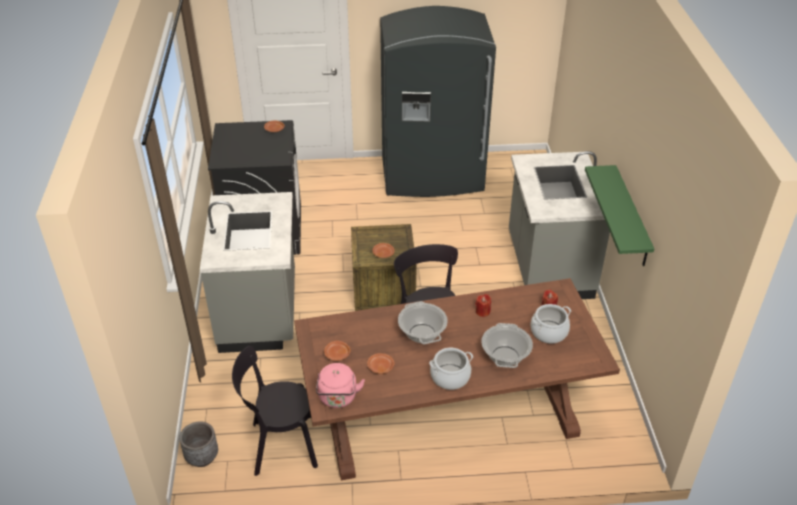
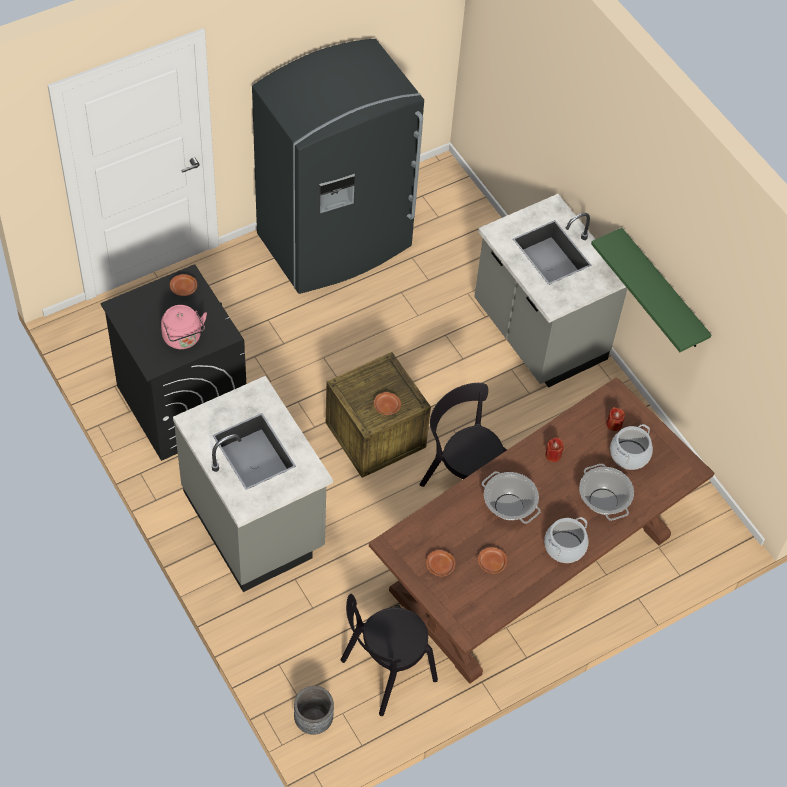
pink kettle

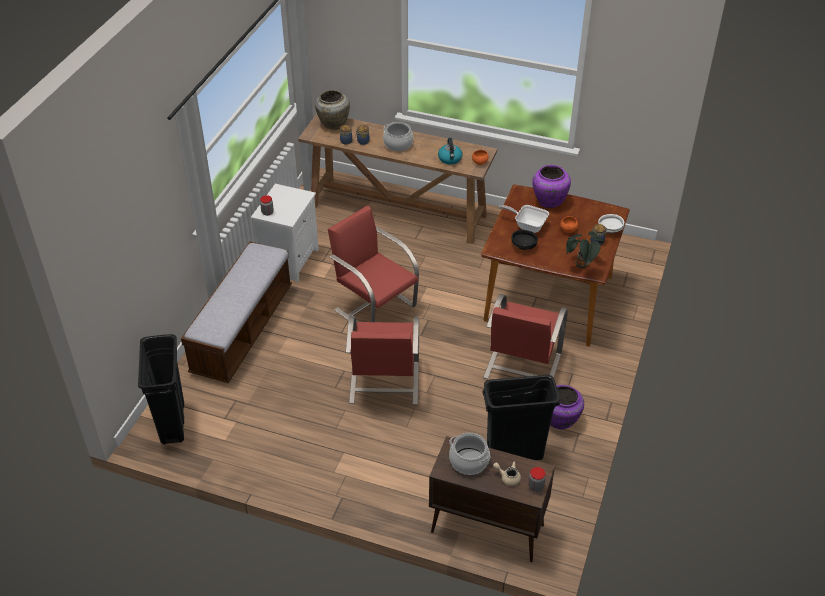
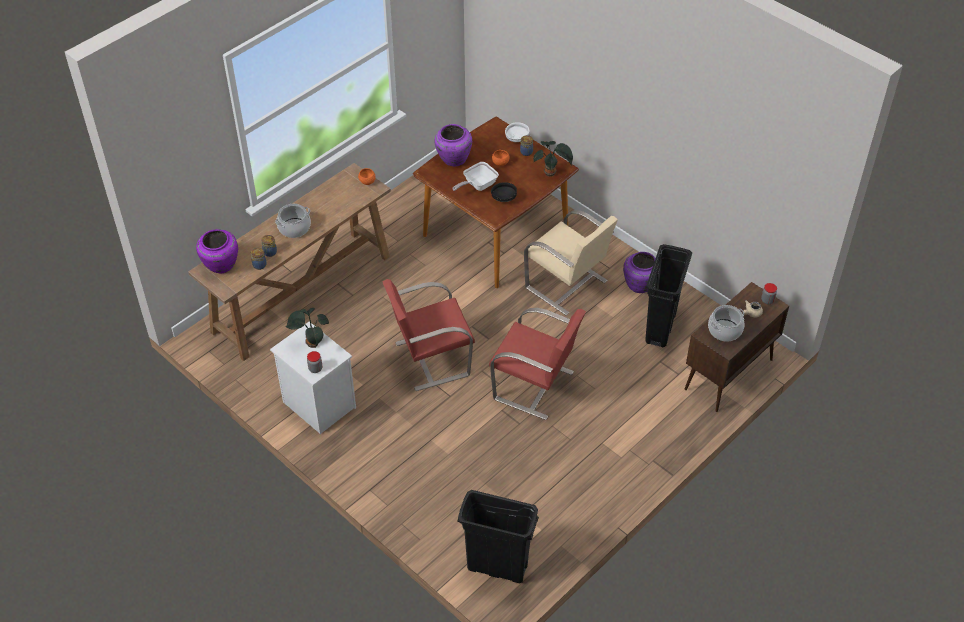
purple vase (no. 1 from left)
kettle
bench
beige chair
potted plant (no. 1 from left)

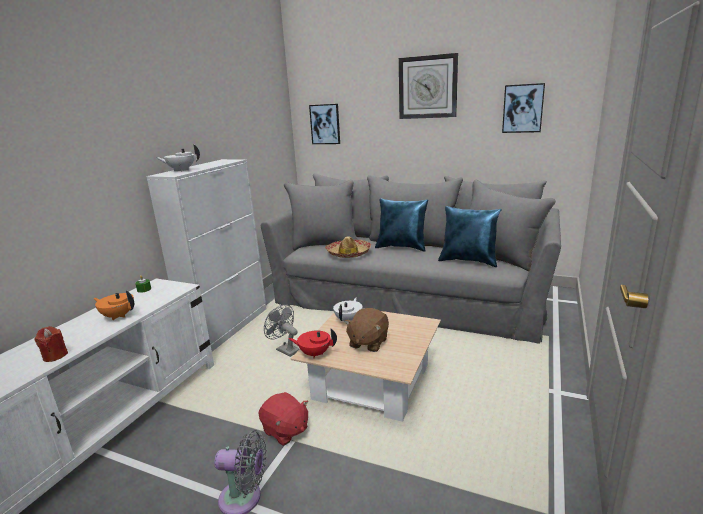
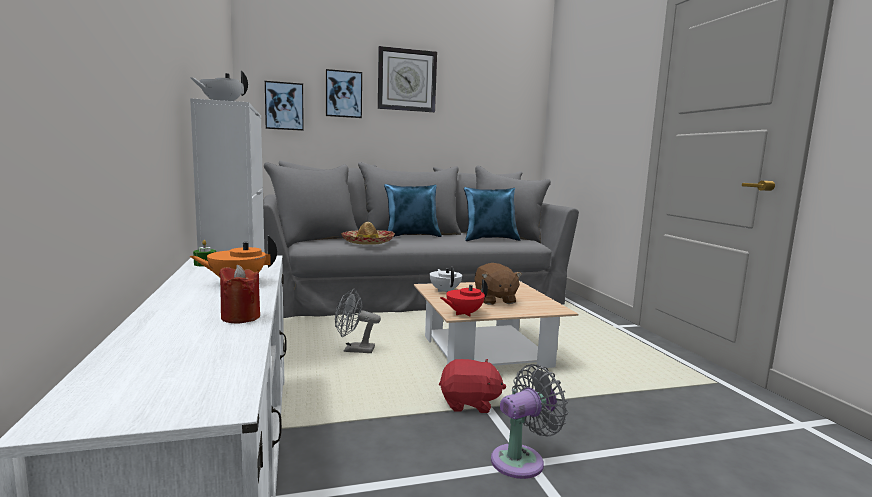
picture (no. 2 from left)

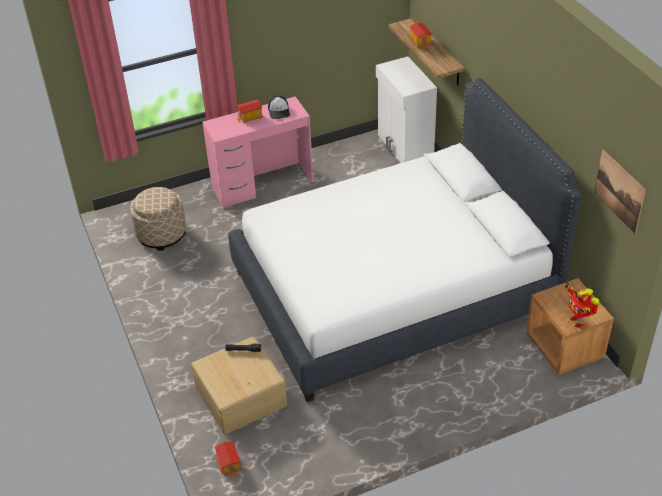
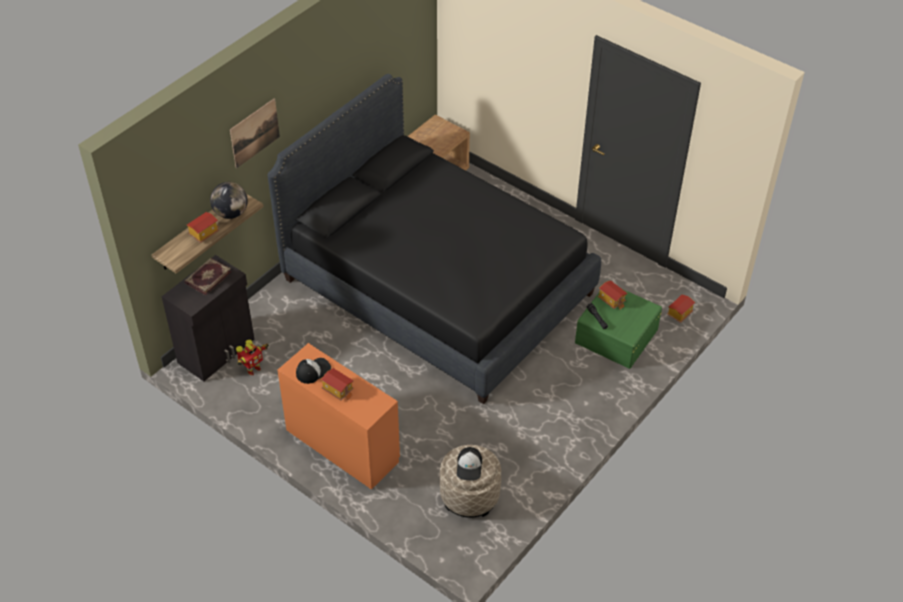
black cabinet
black bed
orange desk
picture
toy robot
green storage box
globe
book
toy house (no. 3 from left)
cap (no. 2 from left)

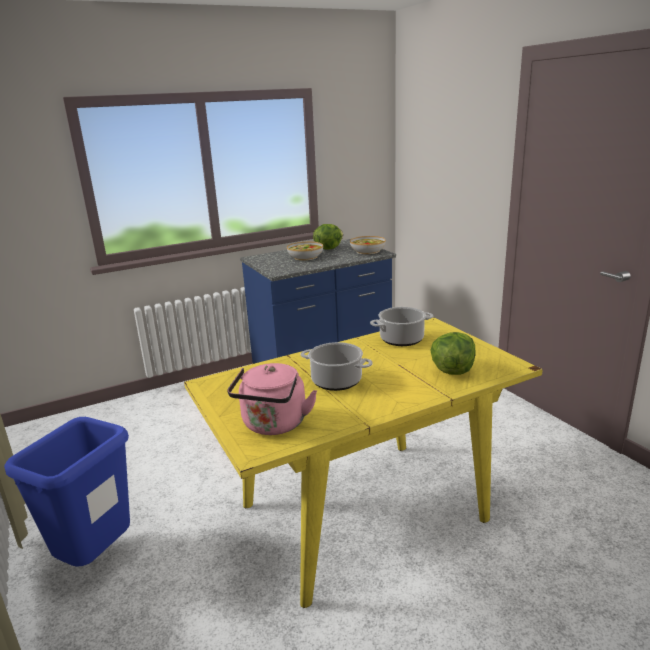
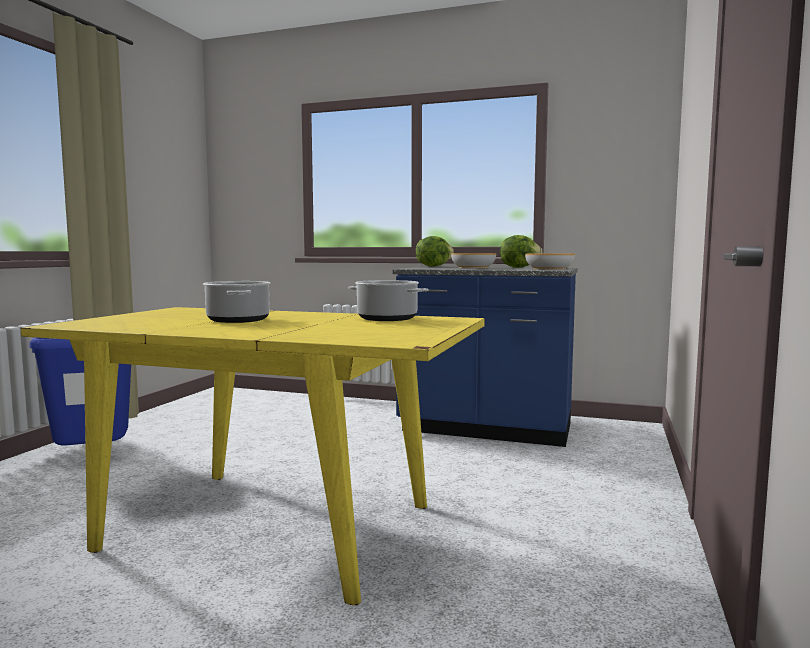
lettuce (no. 1 from left)
pink kettle

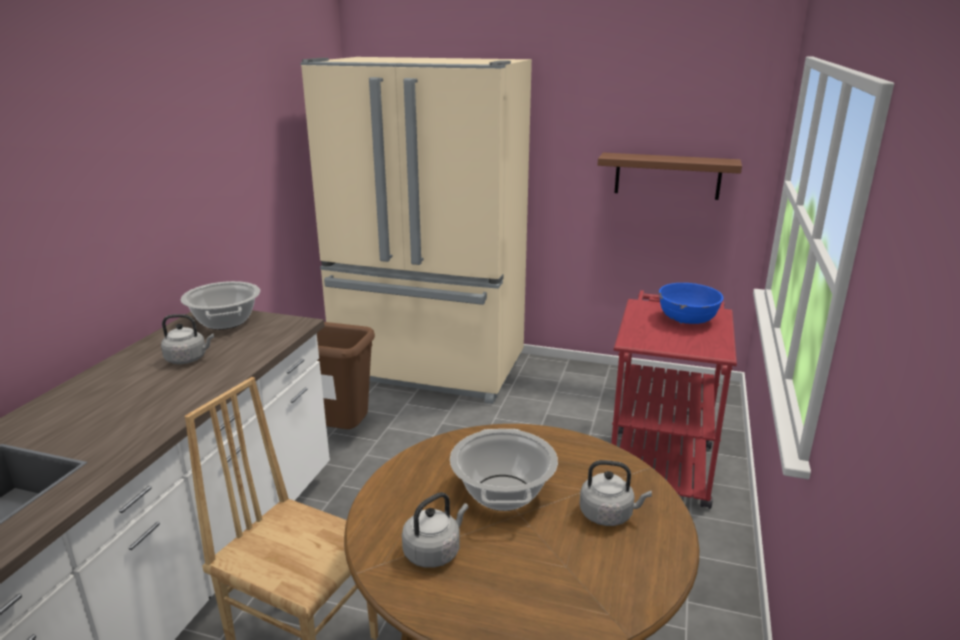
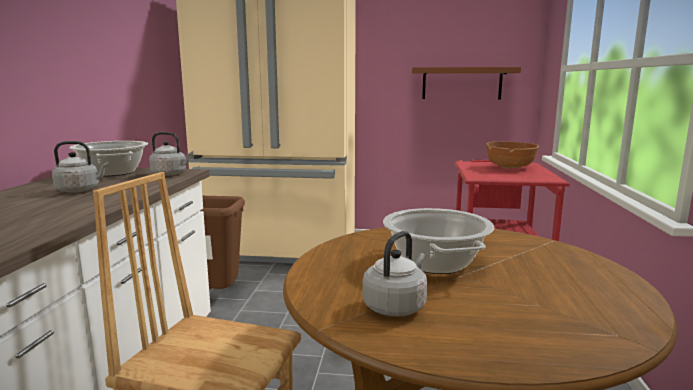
brown bowl
grey kettle (no. 2 from left)

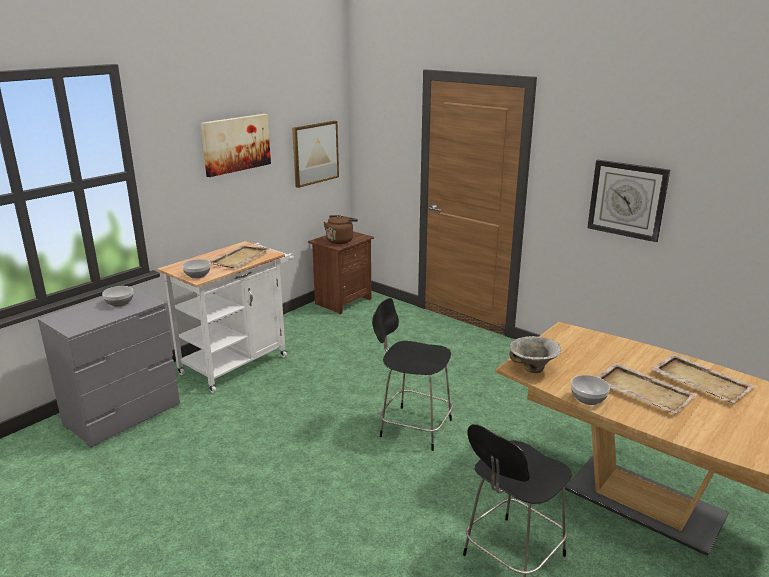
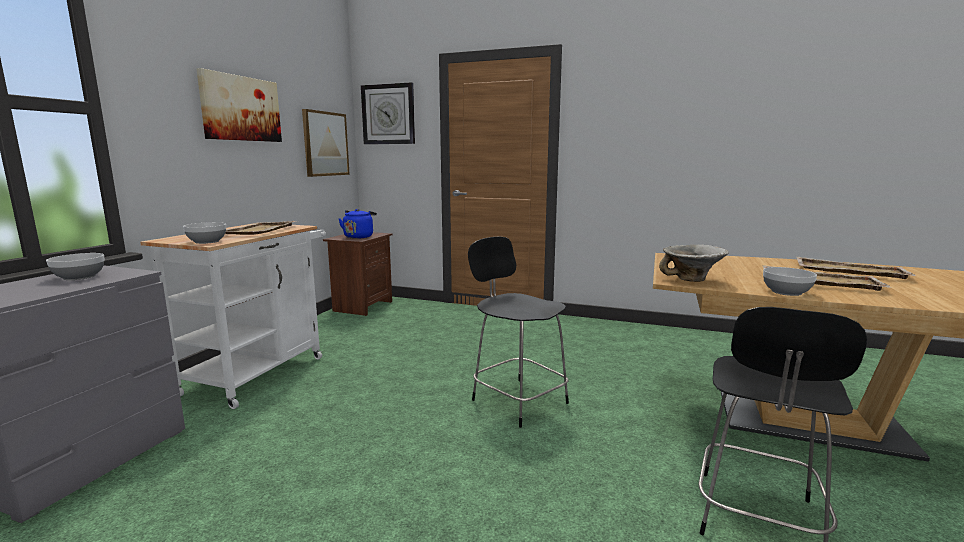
wall clock
blue kettle
black chair (no. 1 from left)

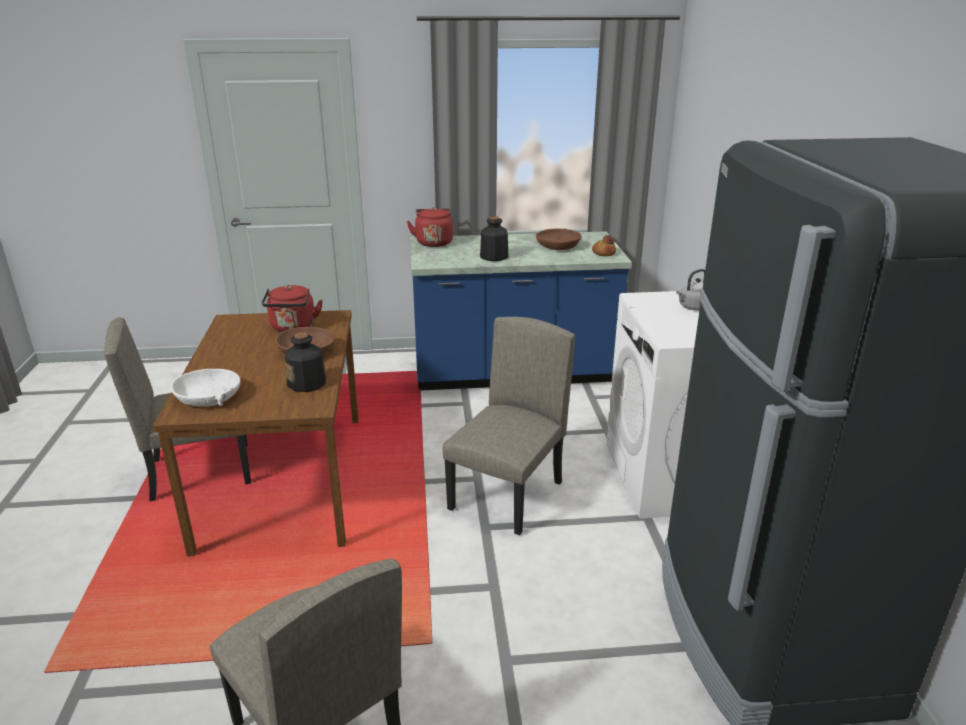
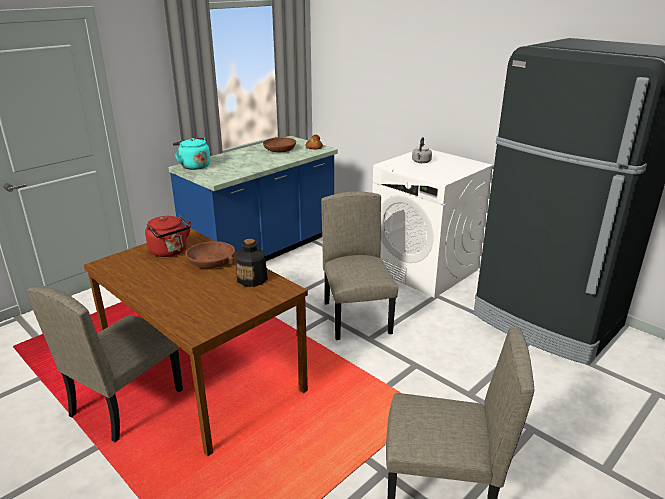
turquoise kettle
bottle (no. 2 from left in the first image)
white bowl

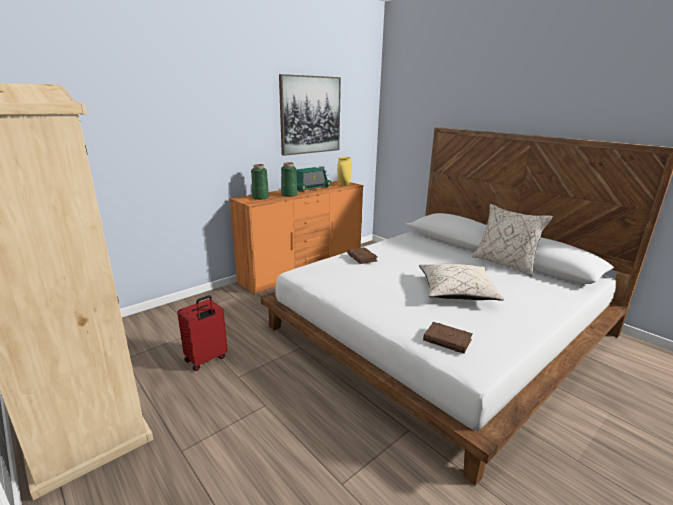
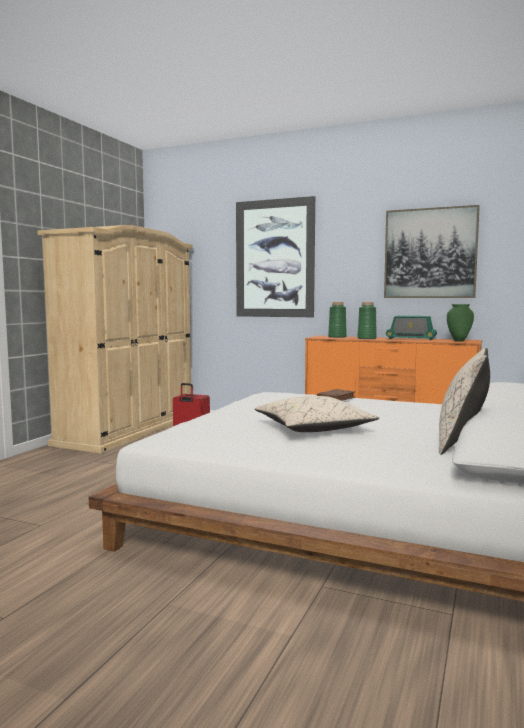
green vase (no. 3 from left)
brown book (no. 2 from left in the first image)
picture (no. 1 from left)

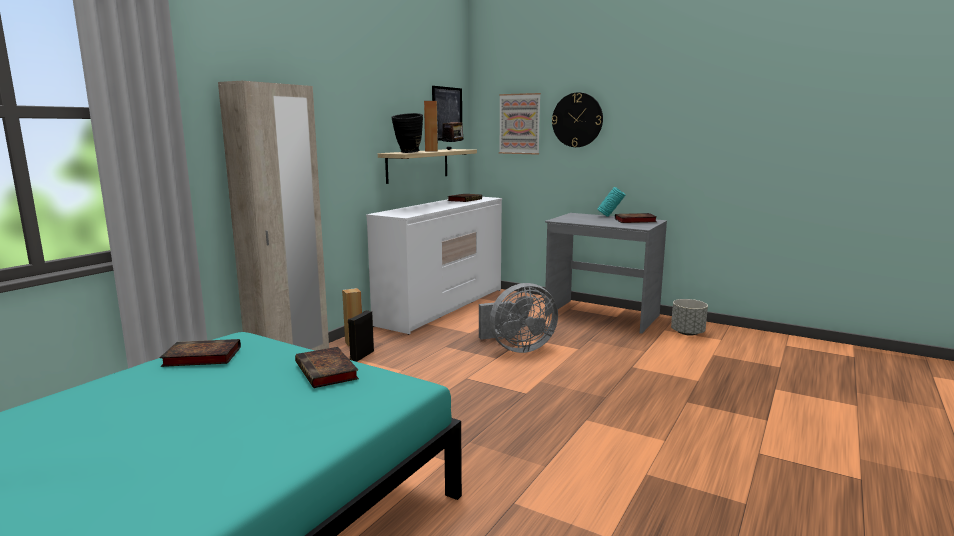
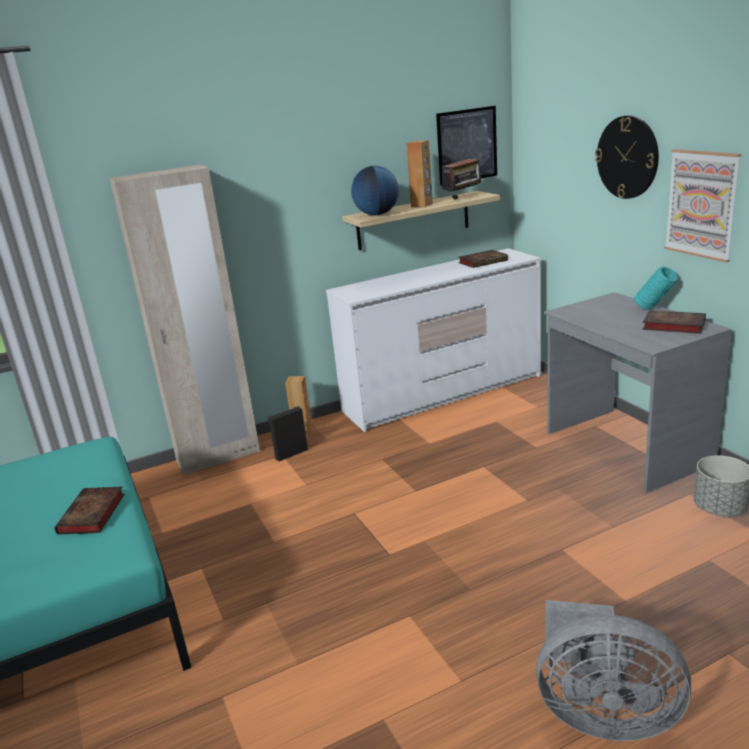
picture (no. 2 from left)
globe
grey fan
book (no. 1 from left in the first image)

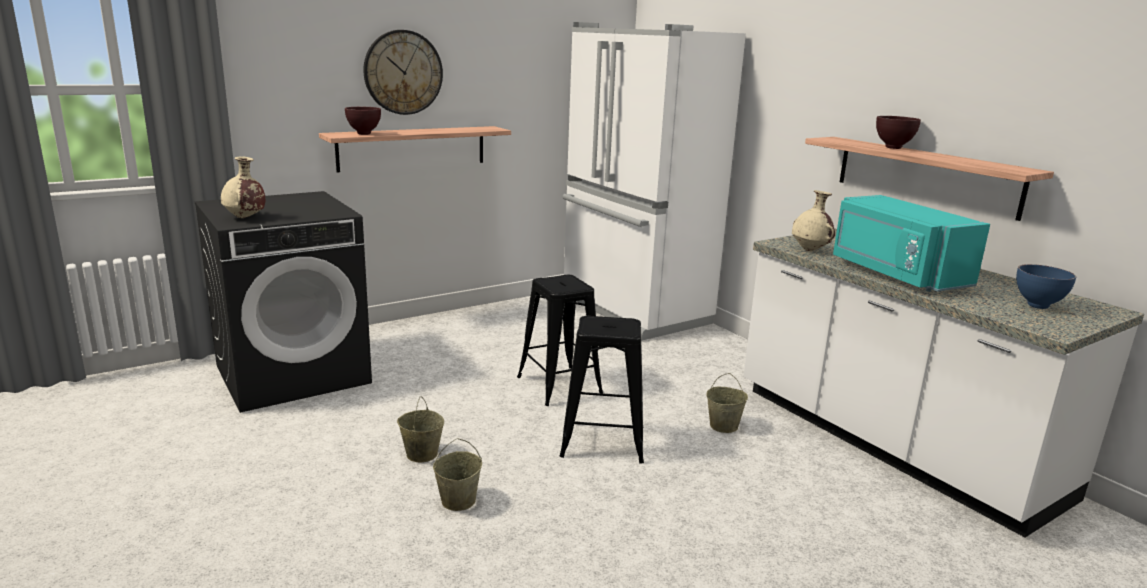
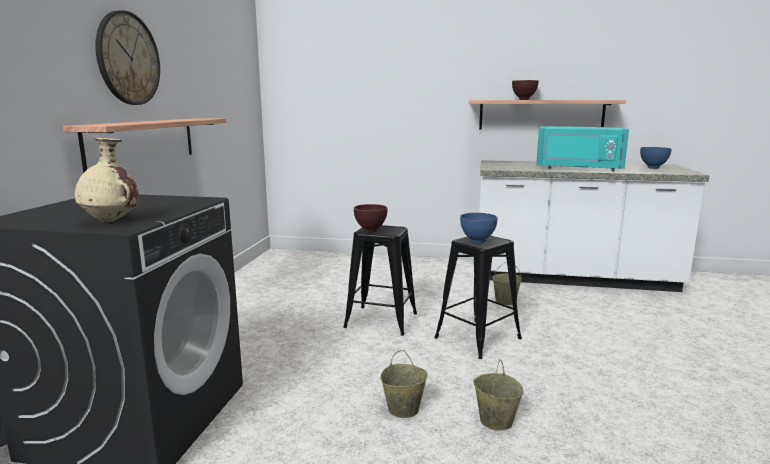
white fridge
brown bowl (no. 1 from left)
beige vase (no. 2 from left in the first image)
blue bowl (no. 1 from left)

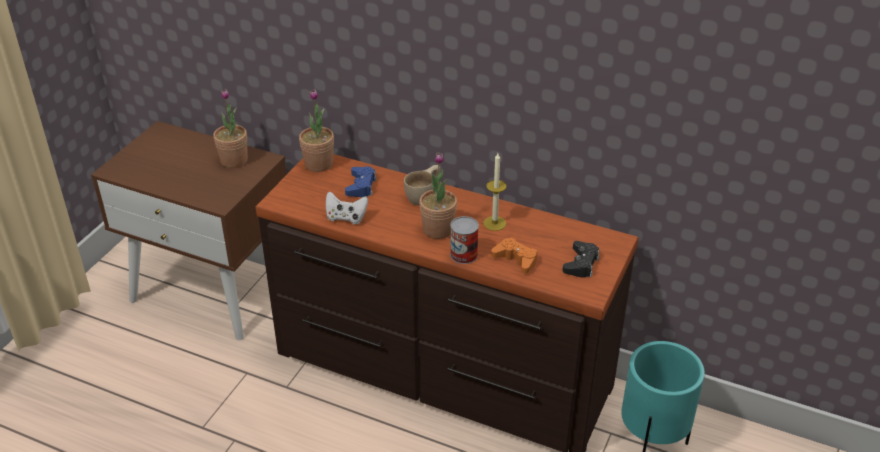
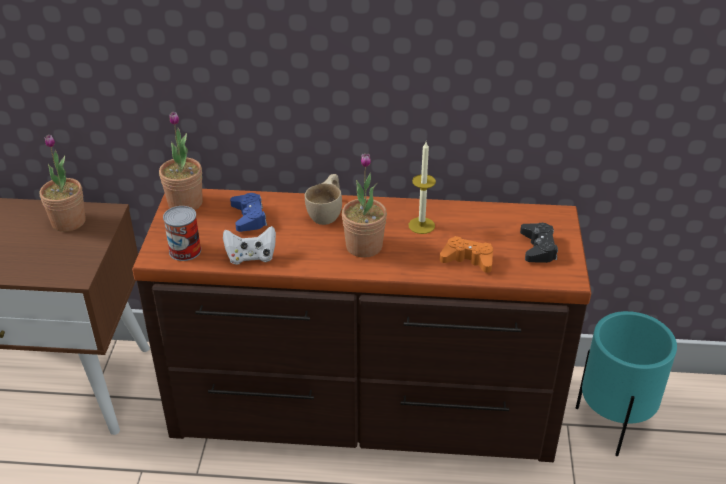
can

